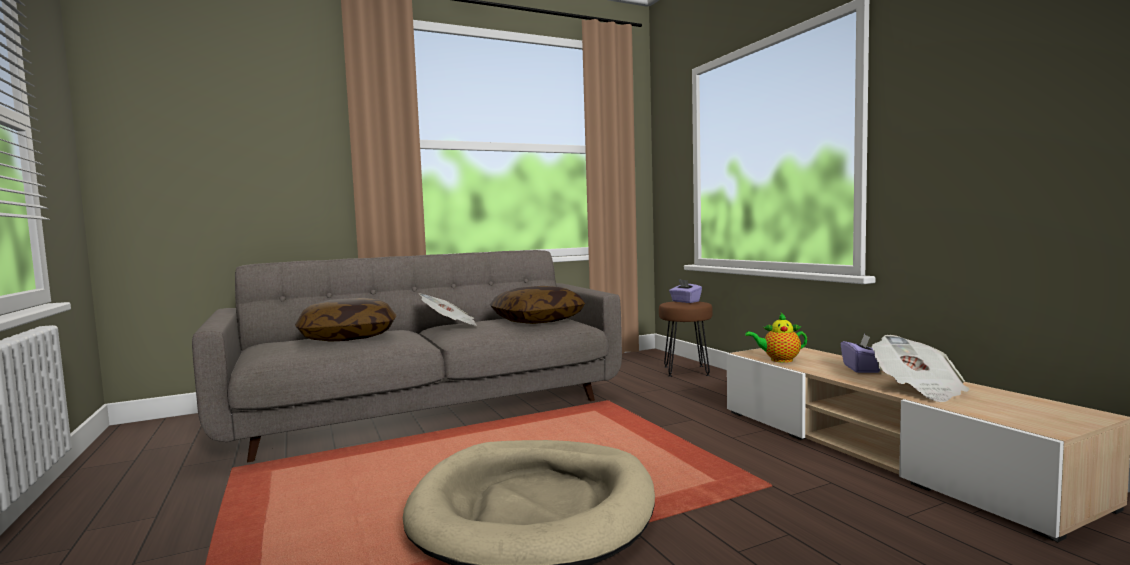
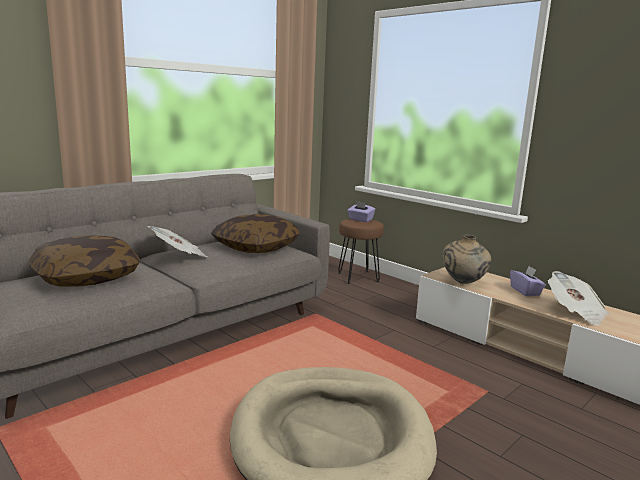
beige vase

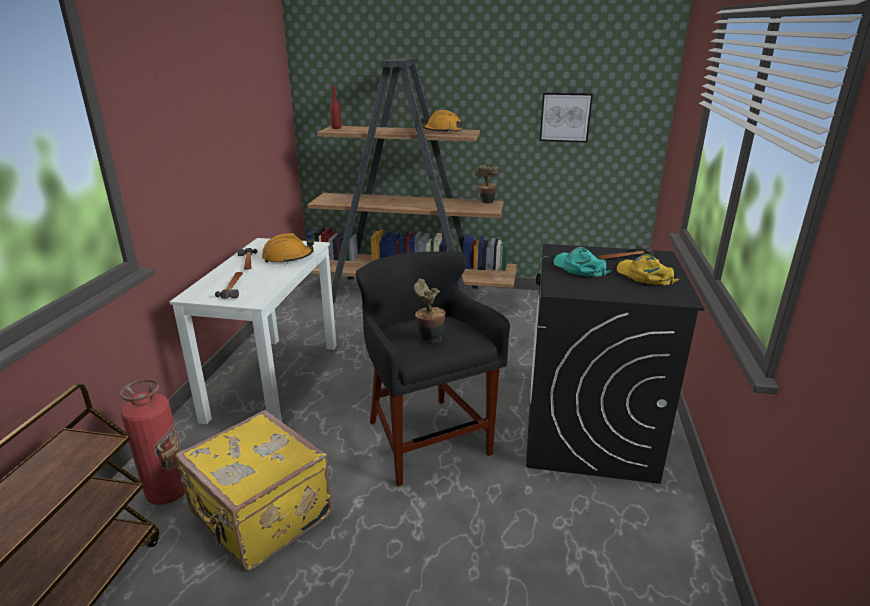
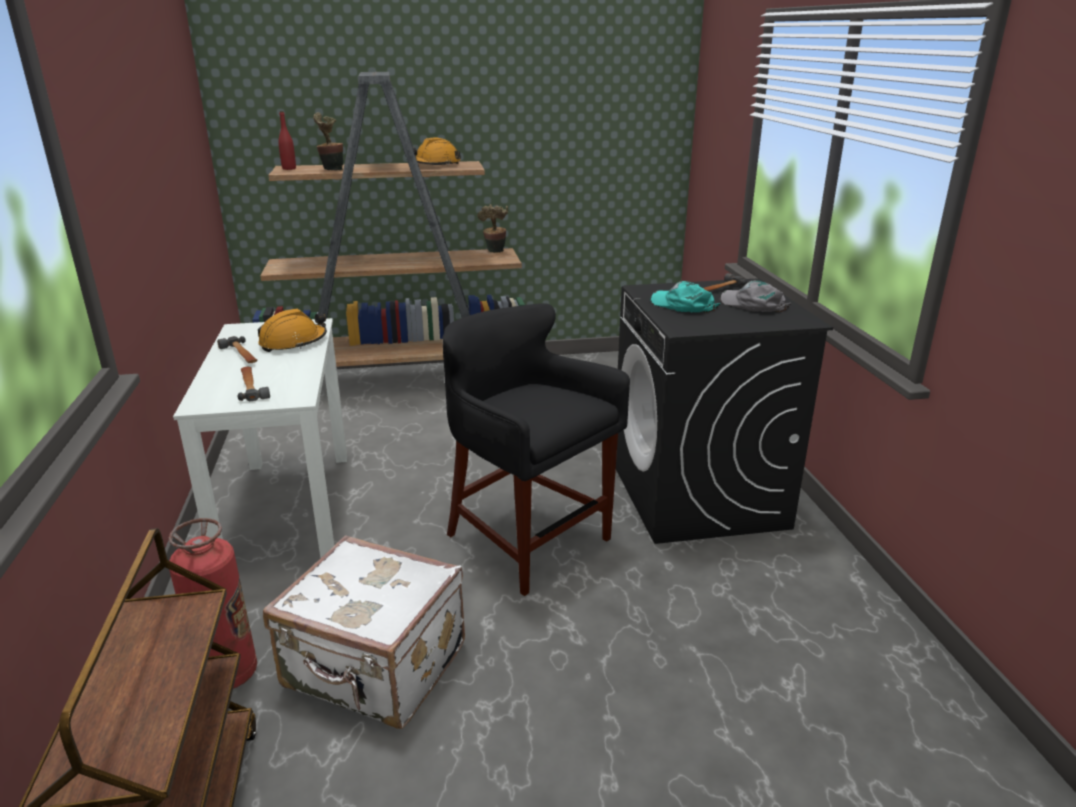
picture
grey cap
potted plant (no. 1 from left)
white suitcase

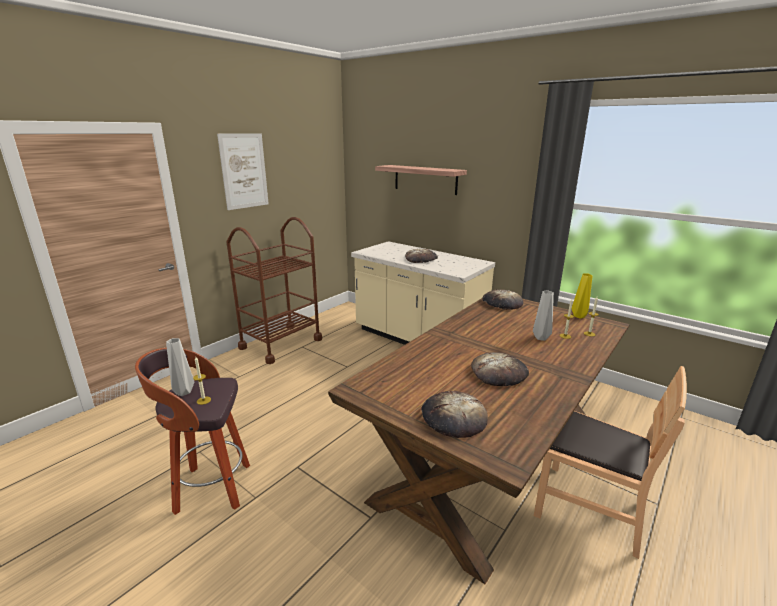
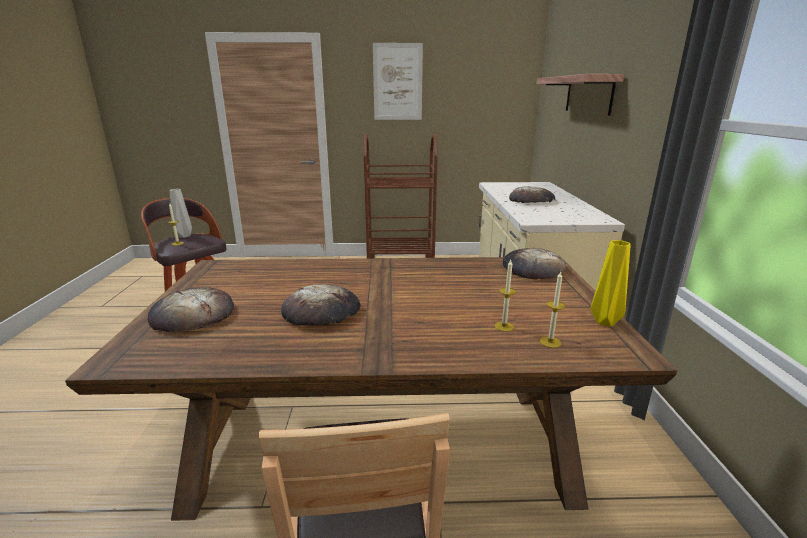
grey vase (no. 2 from left in the first image)

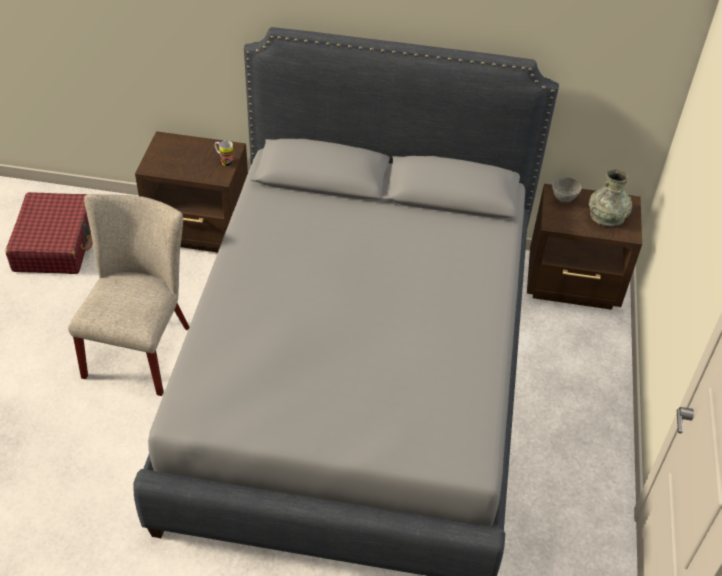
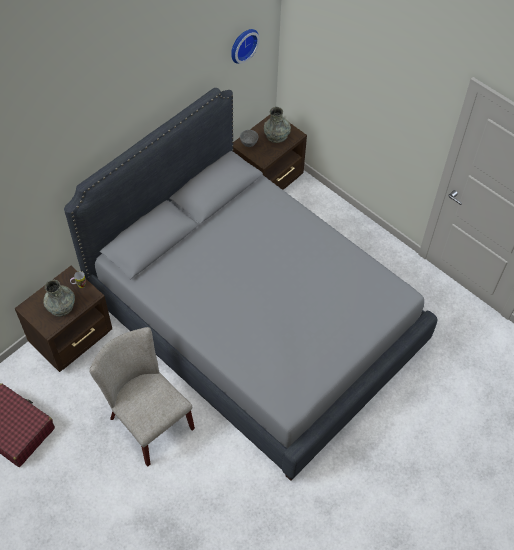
wall clock
grey vase (no. 1 from left)

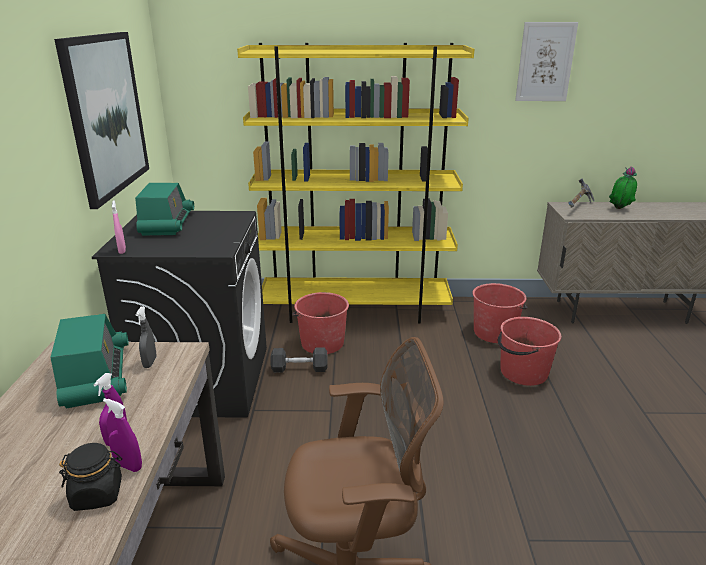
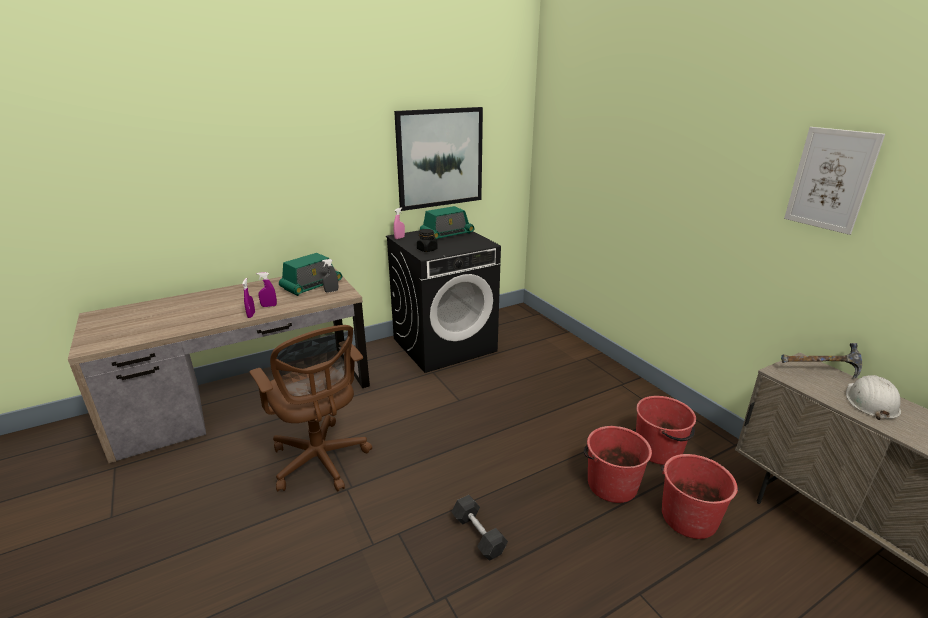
yellow bookcase
white hard hat
red bucket (no. 3 from left)
grey dumbbell
black jar

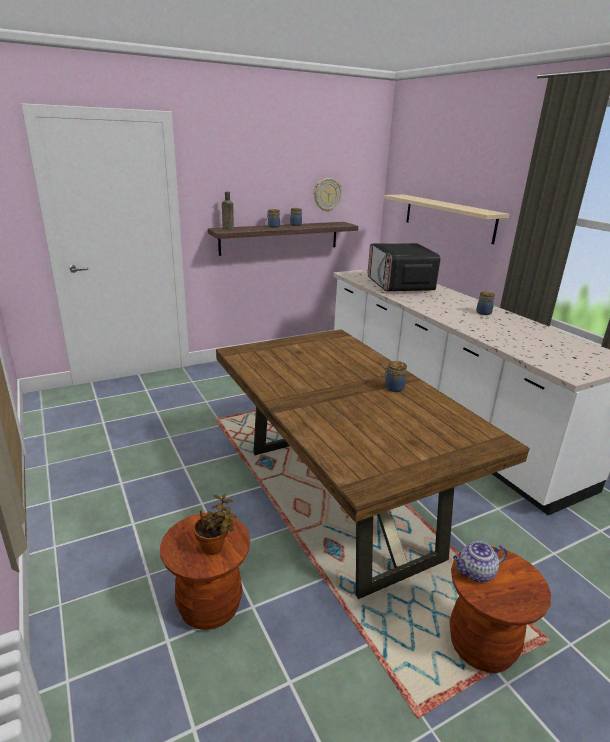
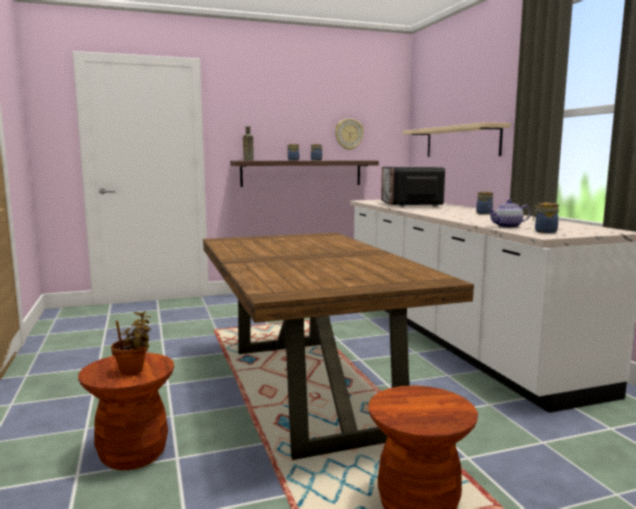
jar (no. 4 from left)
teapot

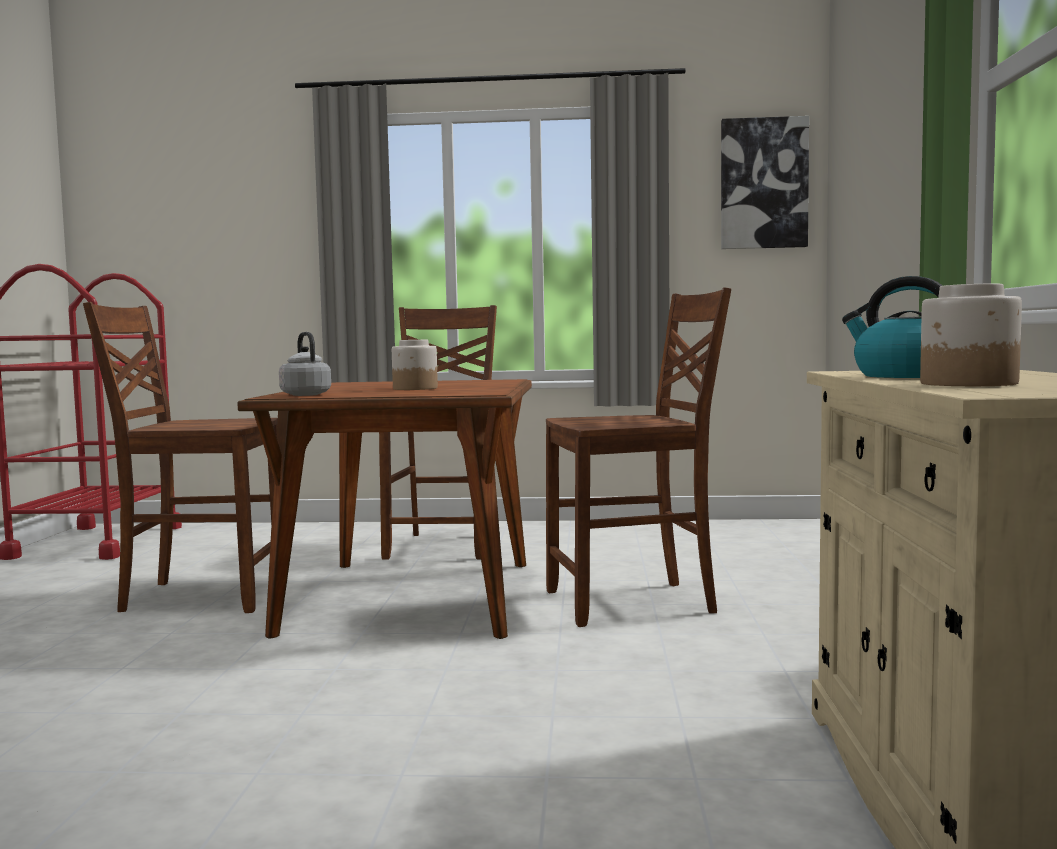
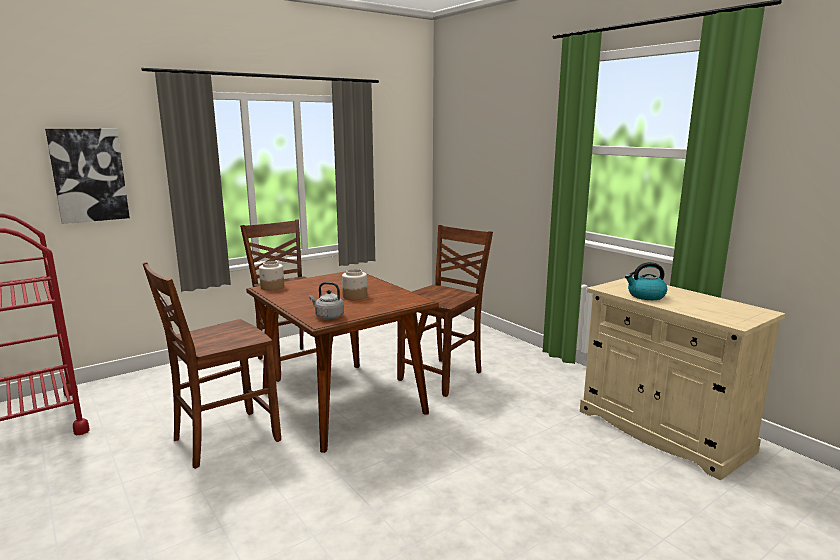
picture
jar (no. 1 from left)

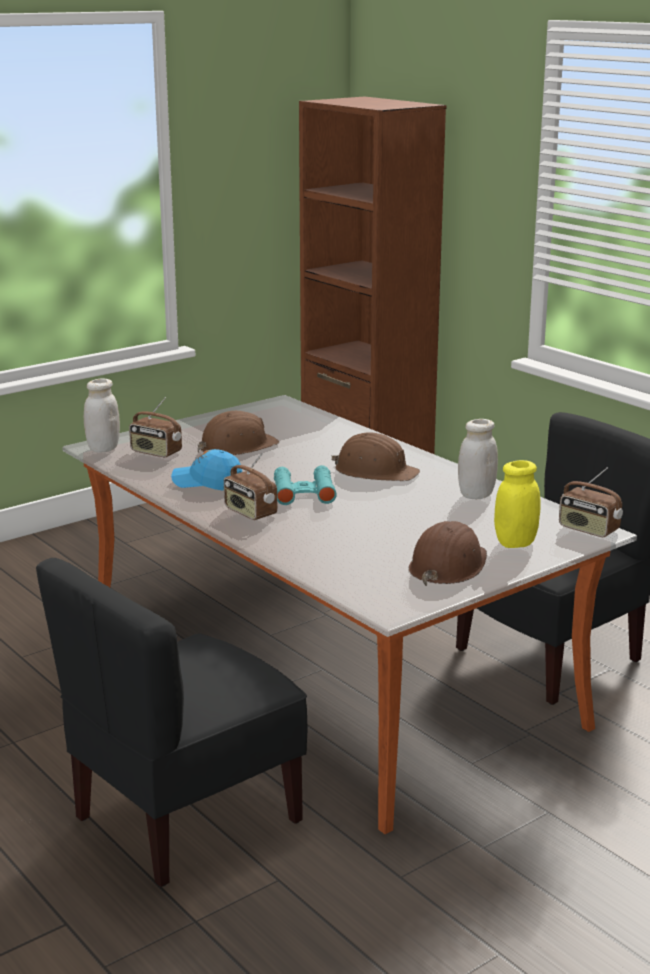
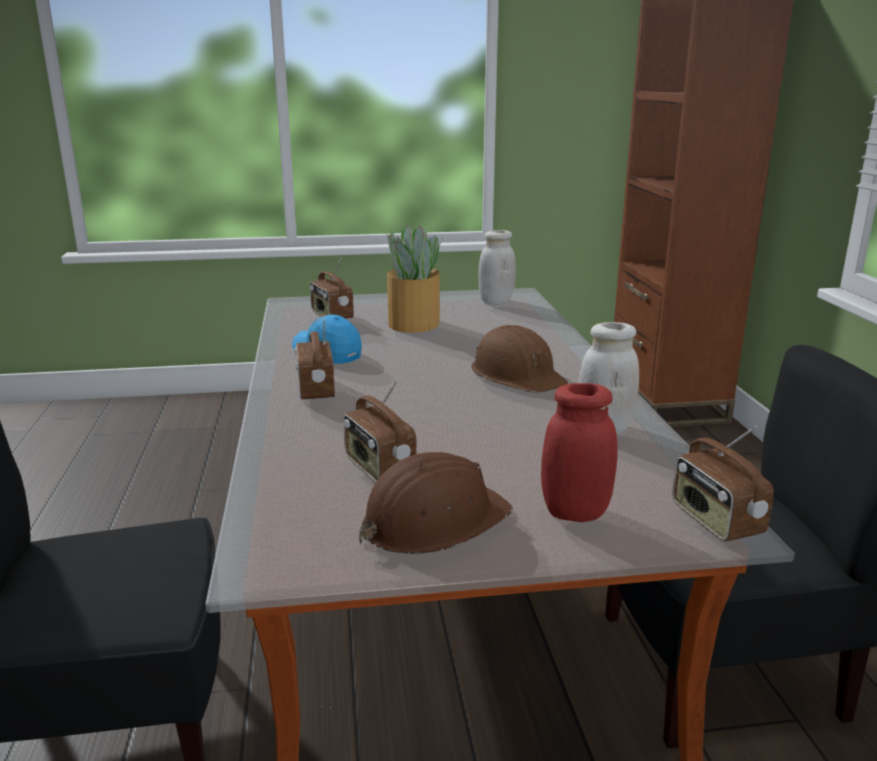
white jar (no. 1 from left)
potted plant
red jar
turquoise binoculars
radio (no. 3 from left)

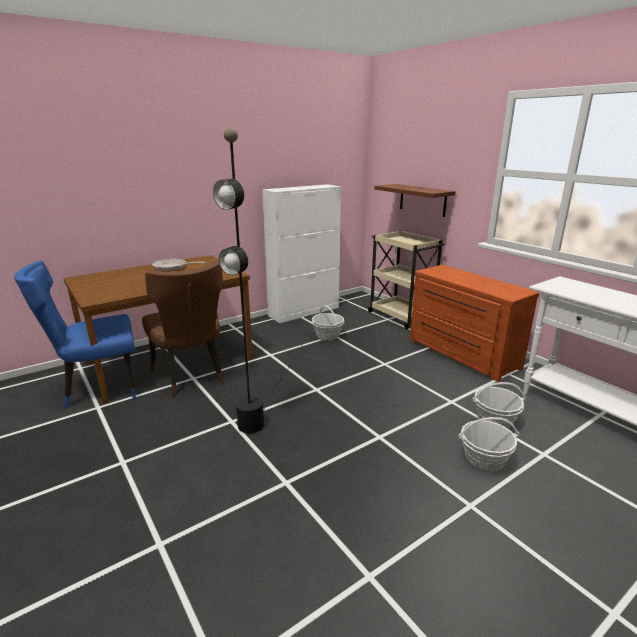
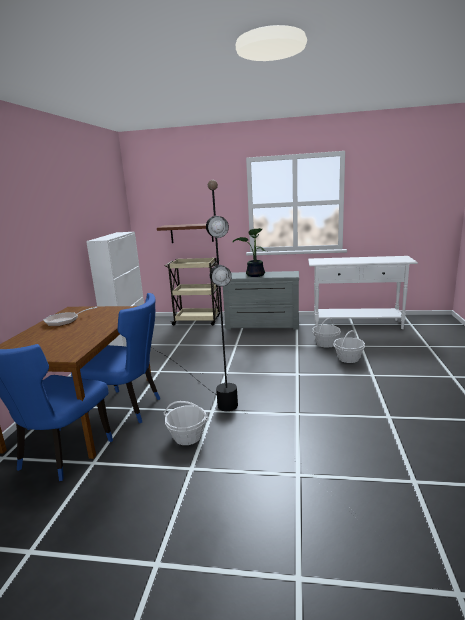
blue chair (no. 2 from left)
grey dresser
basket (no. 1 from left)
potted plant

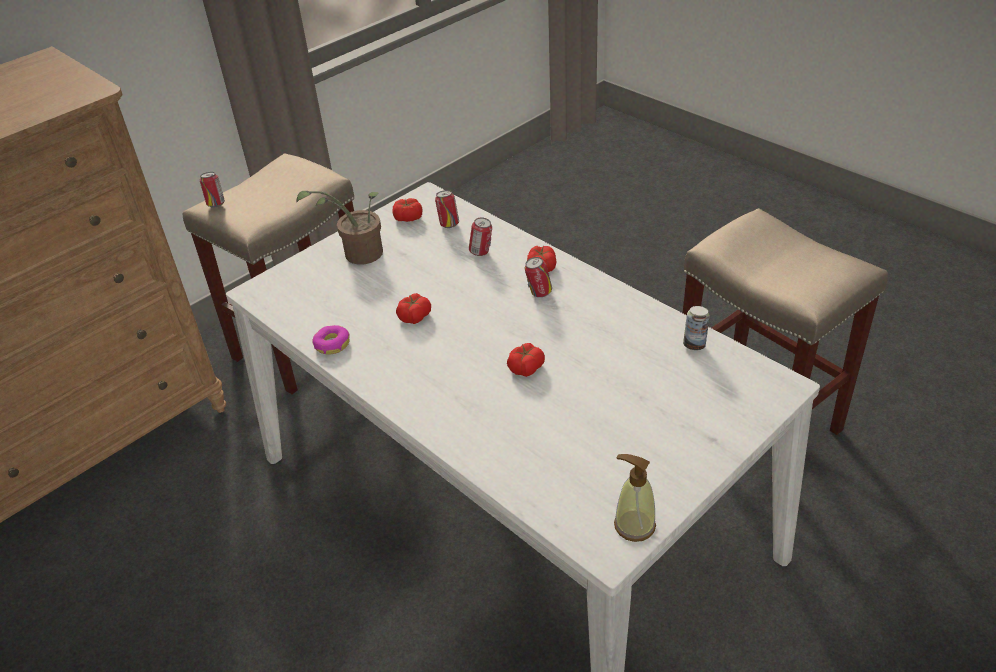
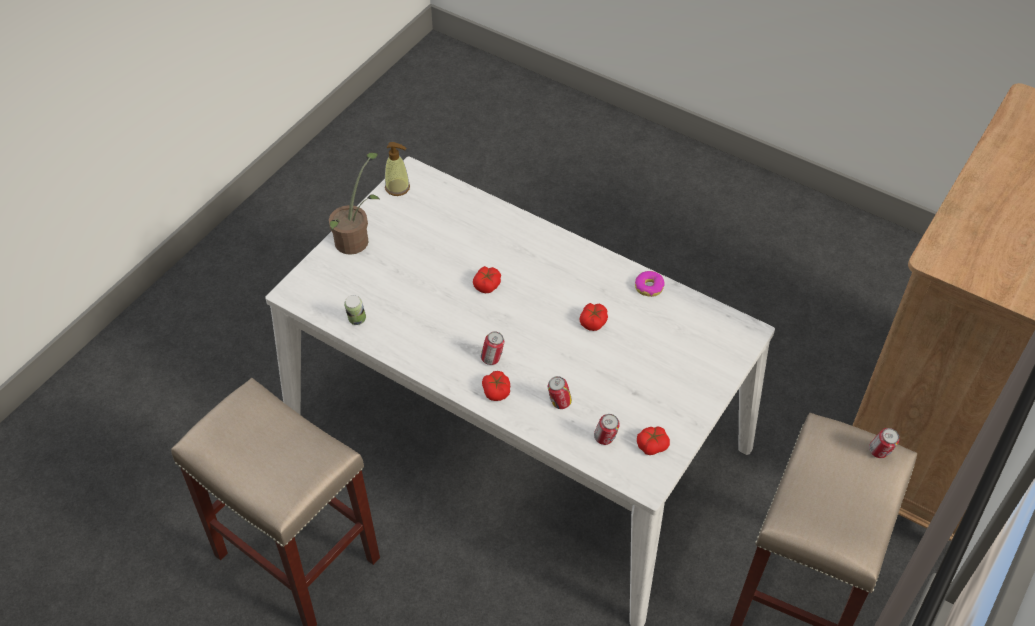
potted plant

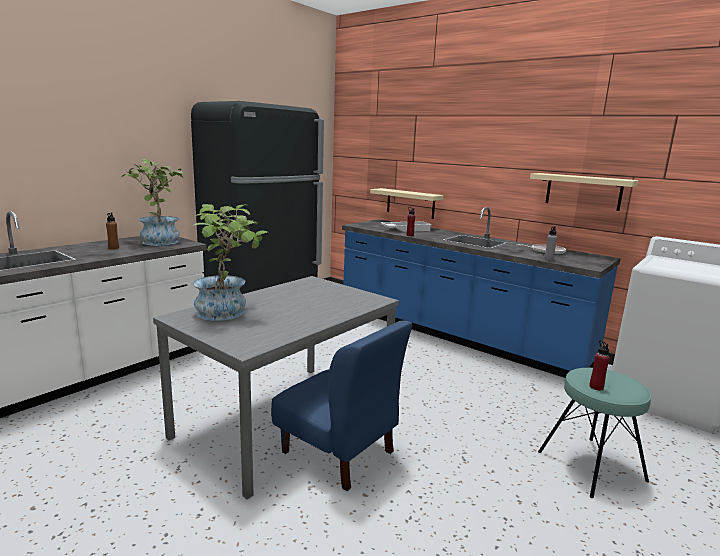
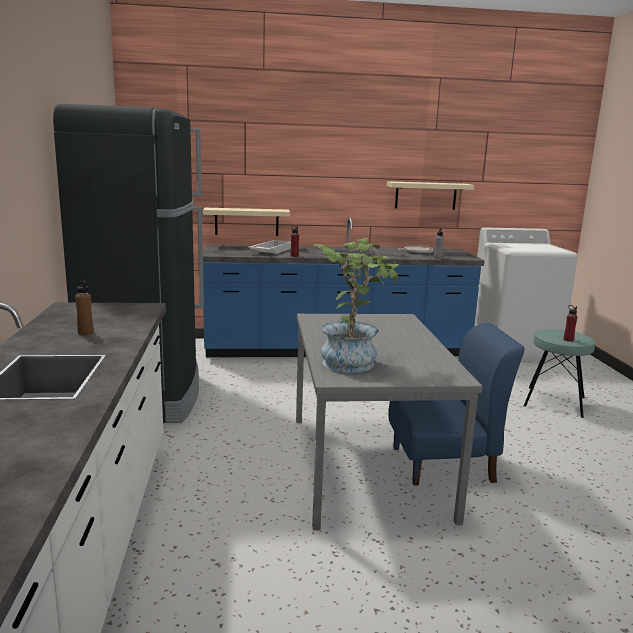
potted plant (no. 1 from left in the first image)

